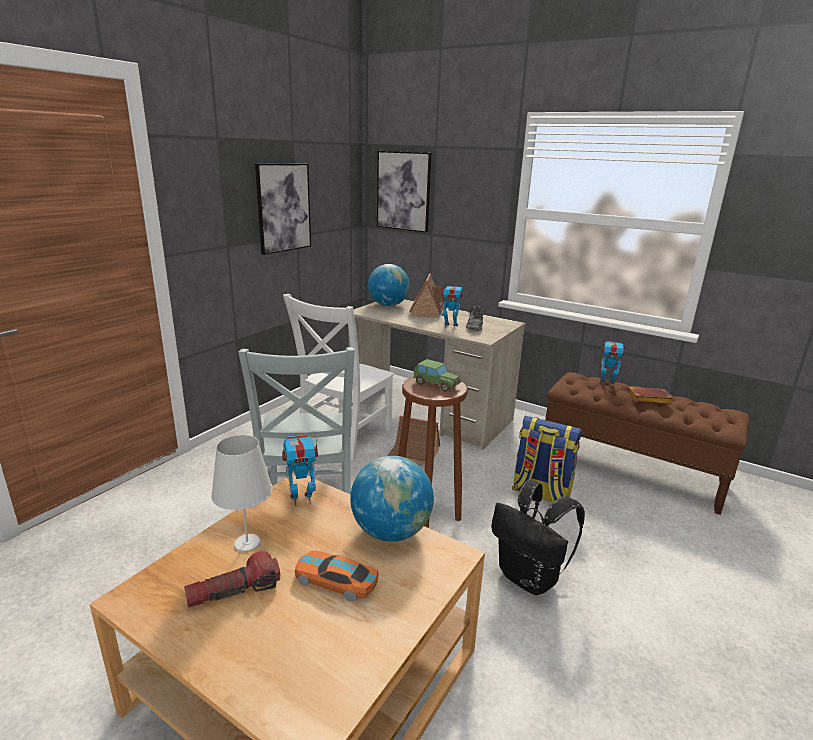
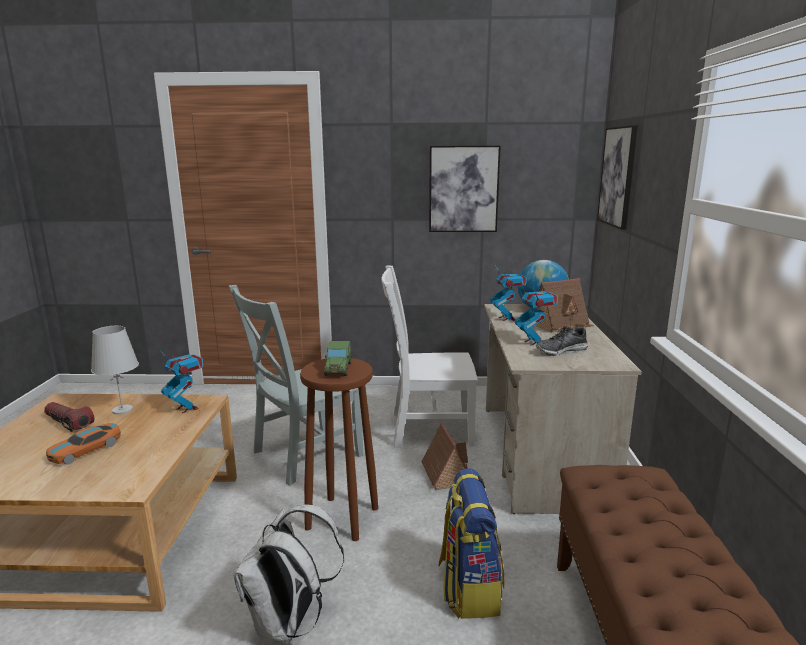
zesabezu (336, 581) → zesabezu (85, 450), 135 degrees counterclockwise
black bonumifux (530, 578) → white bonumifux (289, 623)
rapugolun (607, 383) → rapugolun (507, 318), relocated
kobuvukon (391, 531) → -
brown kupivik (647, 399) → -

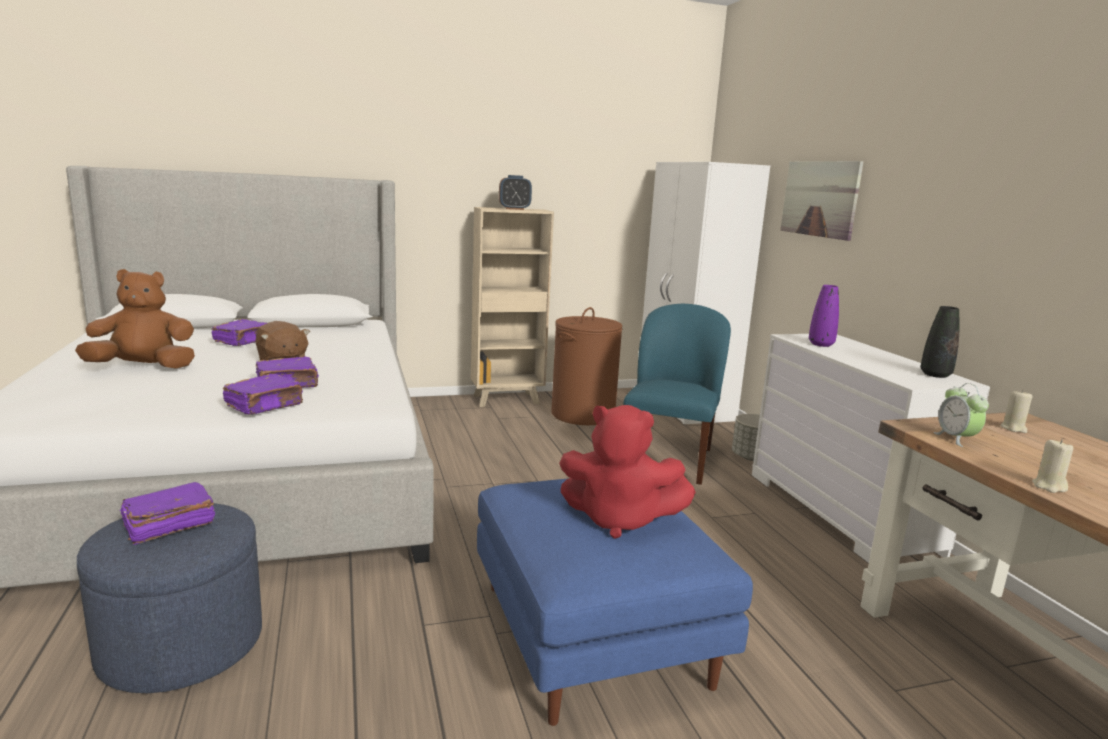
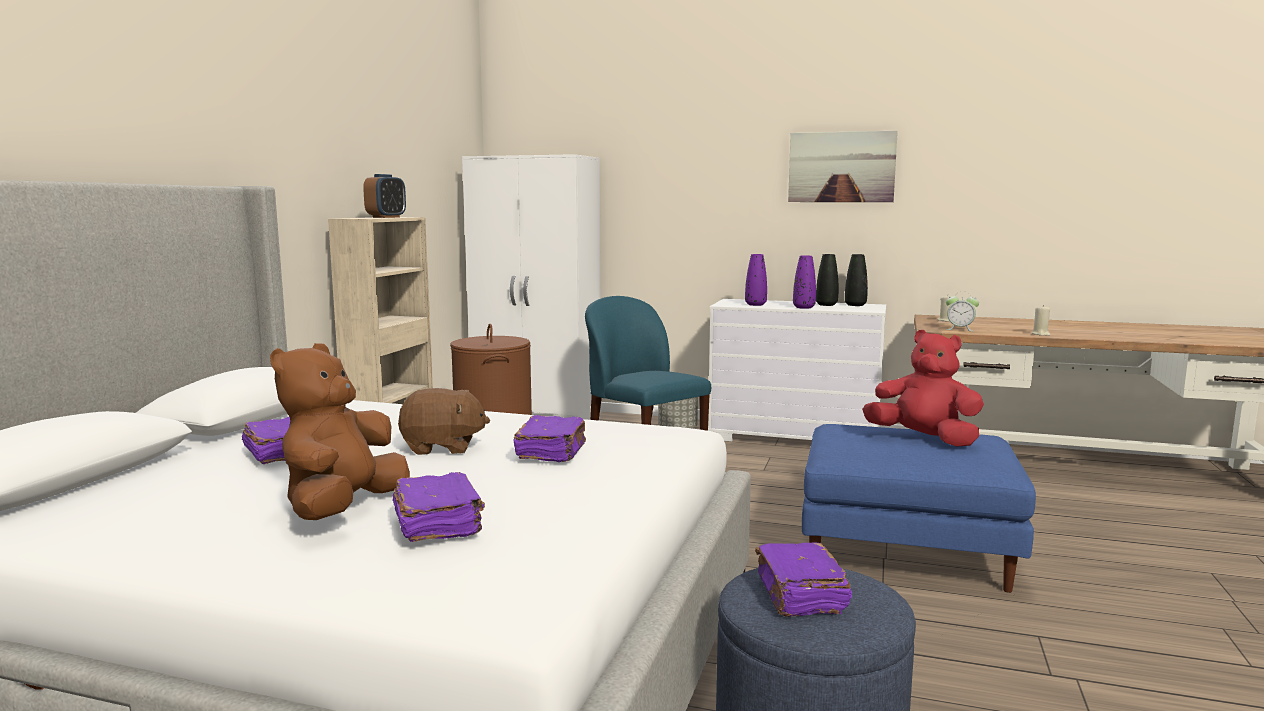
purple kupivik (265, 406) → purple kupivik (439, 525), relocated
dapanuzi (819, 199) → dapanuzi (841, 167), relocated
- → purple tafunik (804, 307)
- → black tafunik (826, 305)
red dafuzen (619, 520) → red dafuzen (923, 439), 105 degrees counterclockwise

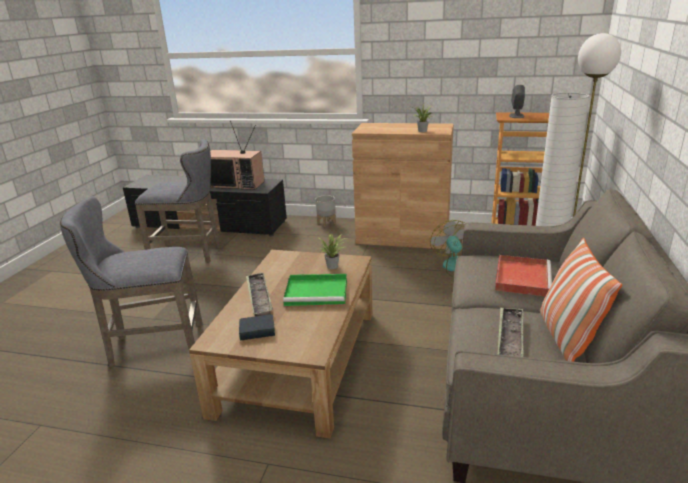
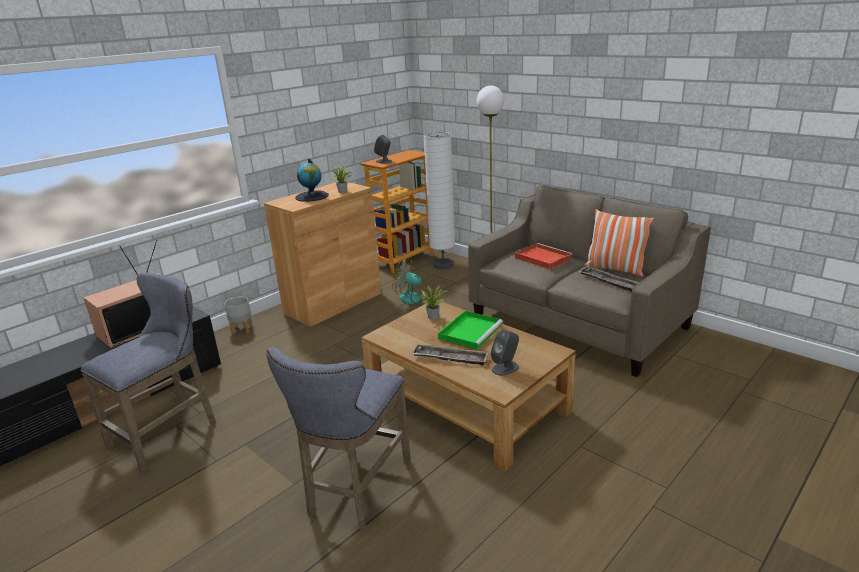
- → kobuvukon (312, 196)
kupivik (257, 331) → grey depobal (505, 368)

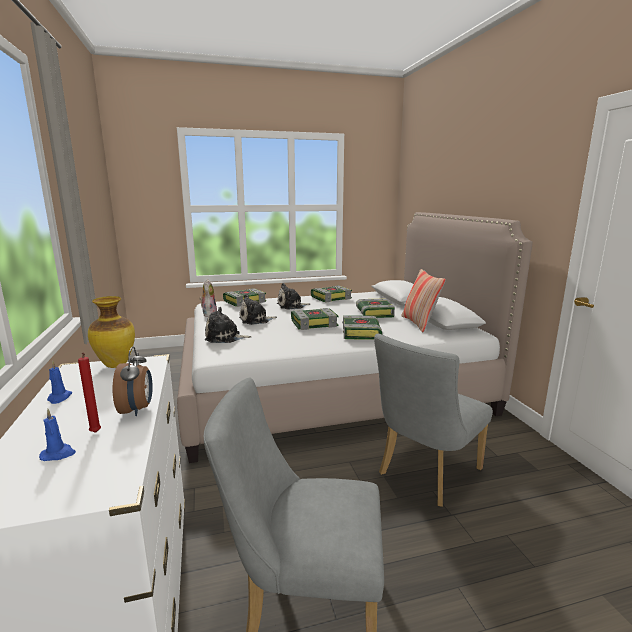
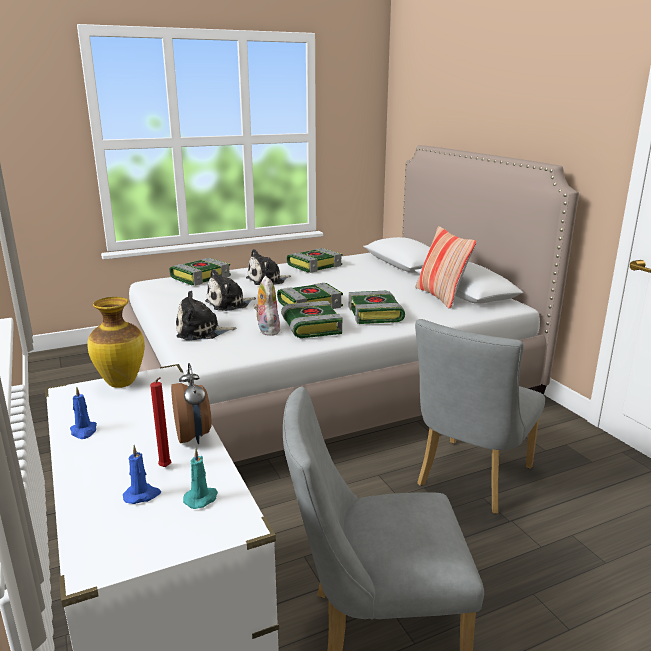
- → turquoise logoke (201, 498)
dafuzen (209, 314) → dafuzen (267, 330), relocated
kupivik (373, 313) → kupivik (310, 327), relocated

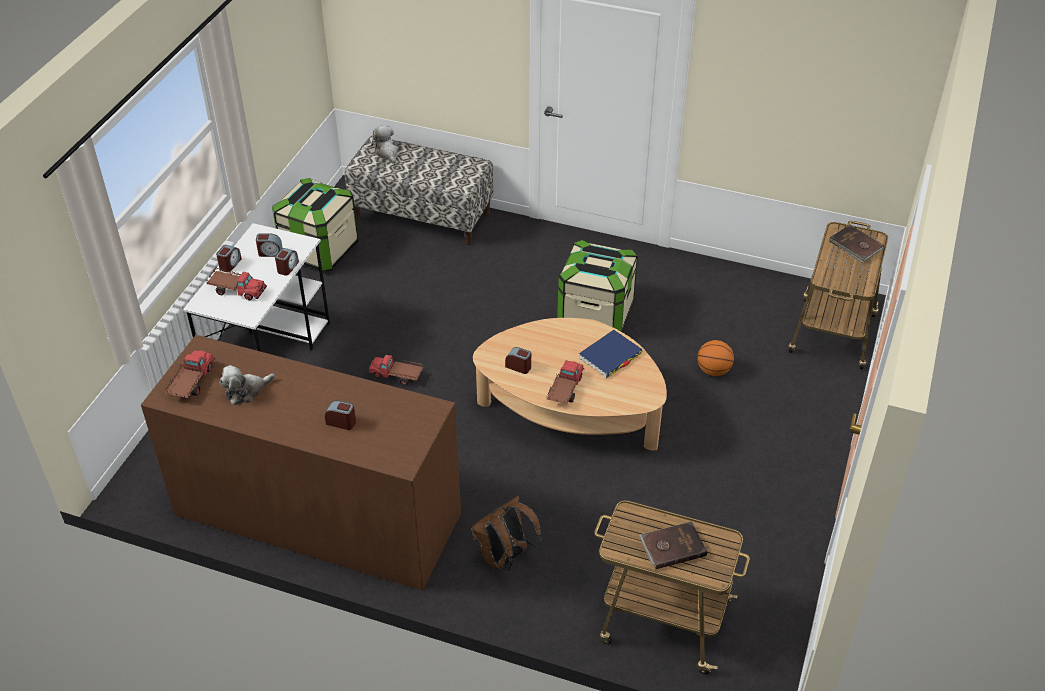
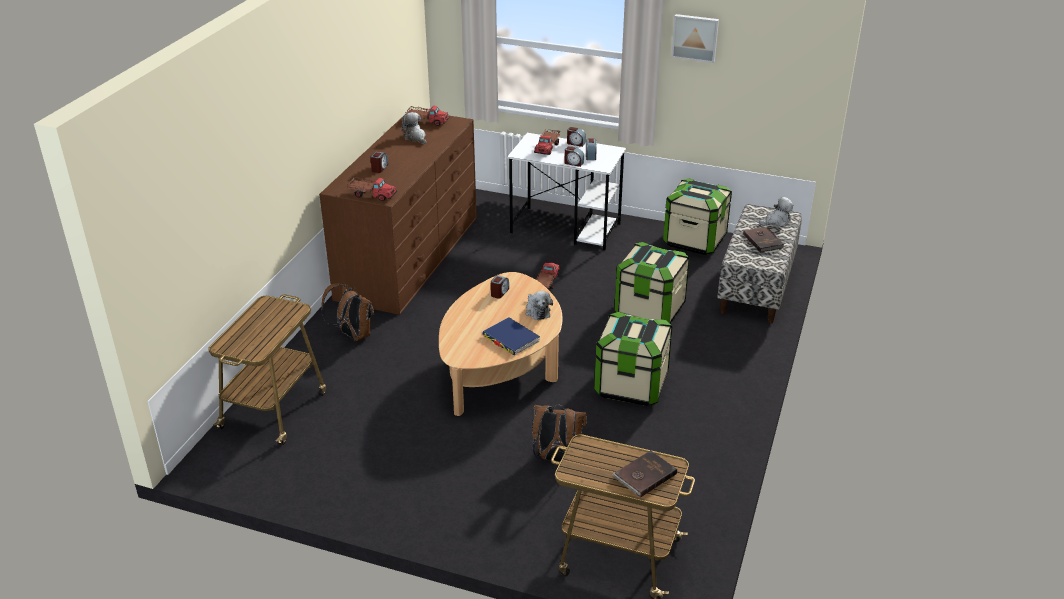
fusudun (564, 390) → fusudun (371, 194), relocated
- → dafuzen (537, 311)
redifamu (713, 370) → brown bonumifux (557, 458)
- → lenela (649, 310)
- → dapanuzi (695, 37)
brown kupivik (672, 546) → brown kupivik (763, 241), relocated

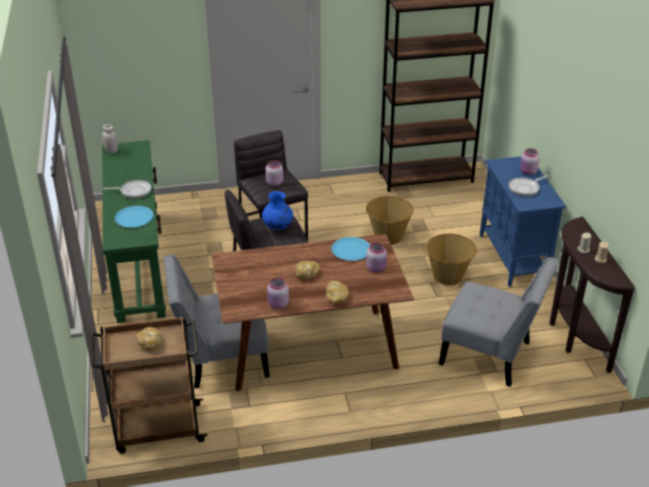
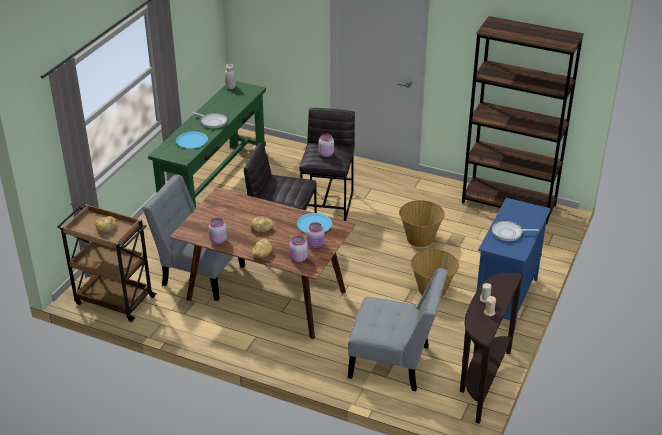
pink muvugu (528, 172) → pink muvugu (298, 259), relocated
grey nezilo (490, 355) → grey nezilo (394, 363), 45 degrees counterclockwise
blue tafunik (278, 227) → -

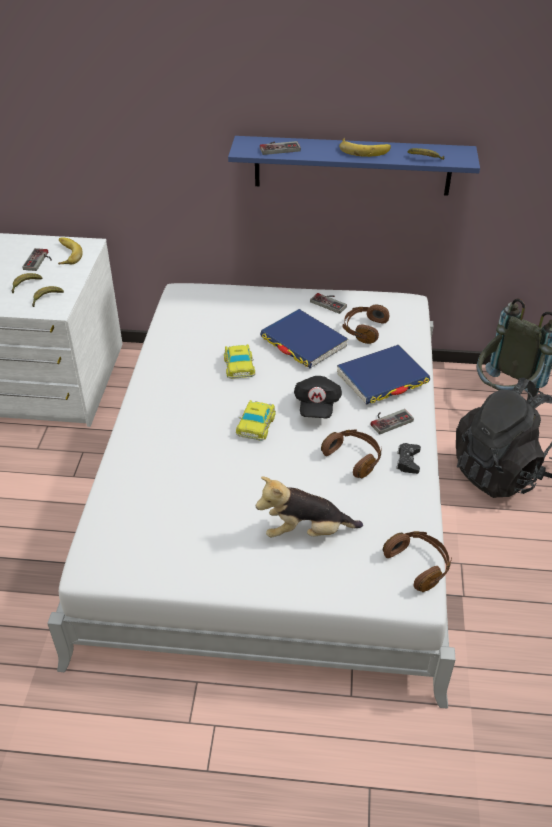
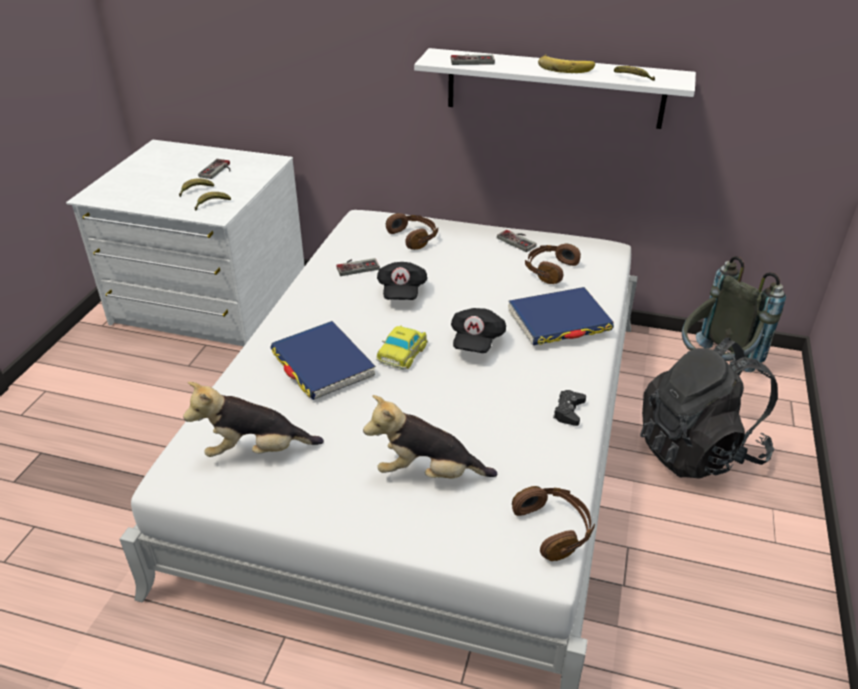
- → dafuzen (256, 451)
blue kupivik (303, 342) → blue kupivik (322, 364), relocated
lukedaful (389, 420) → lukedaful (356, 266), relocated
zesabezu (239, 365) → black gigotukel (401, 292)
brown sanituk (353, 458) → brown sanituk (414, 237), relocated
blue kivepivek (352, 165) → white kivepivek (554, 88)
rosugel (65, 254) → -

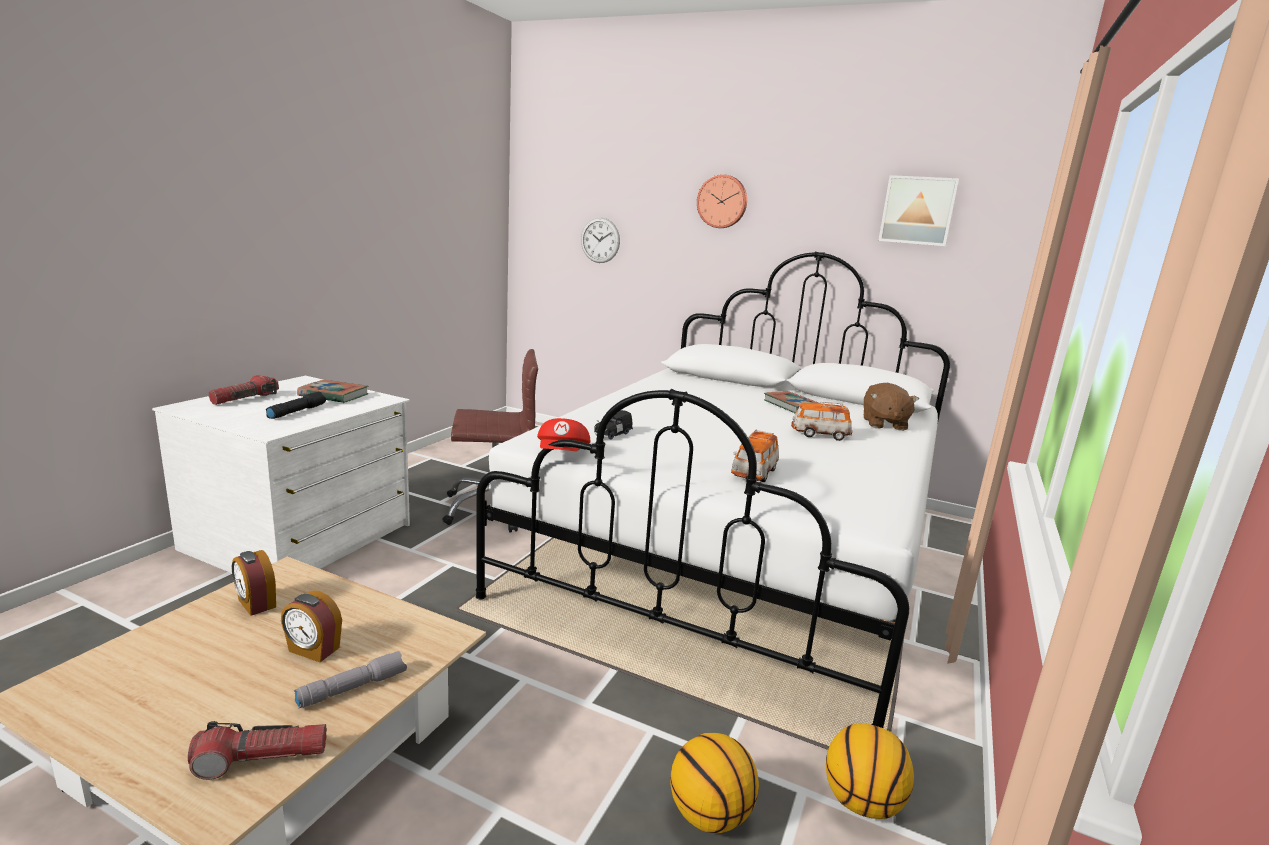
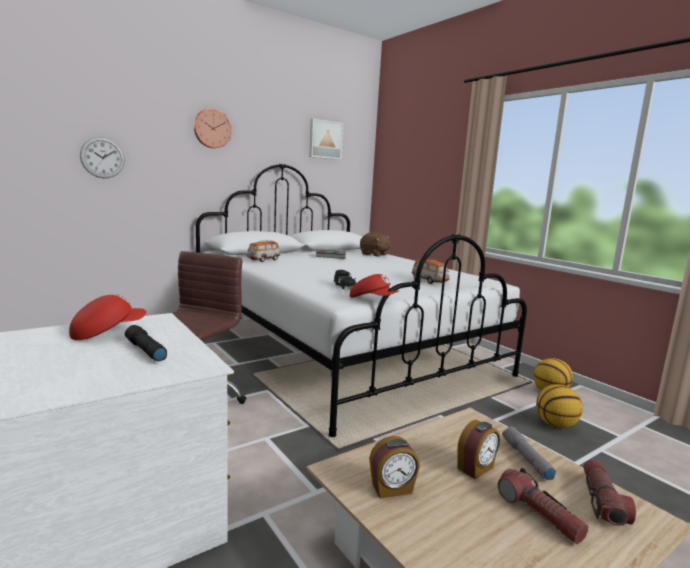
kupivik (333, 395) → red gigotukel (107, 332)
zesabezu (820, 435) → zesabezu (263, 260), relocated
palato (245, 399) → palato (538, 514), relocated

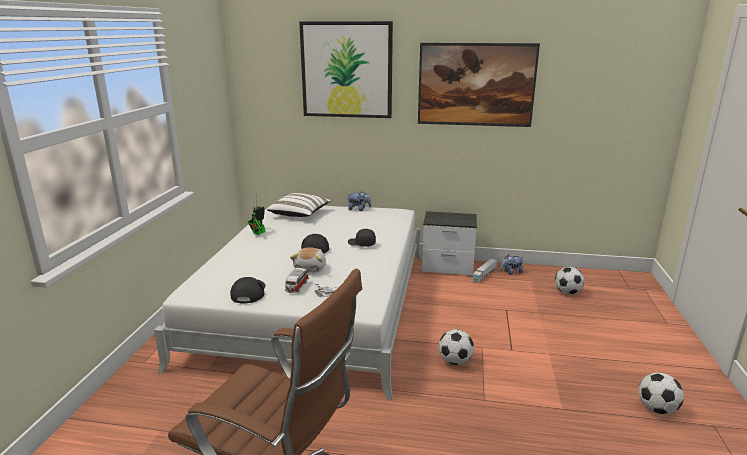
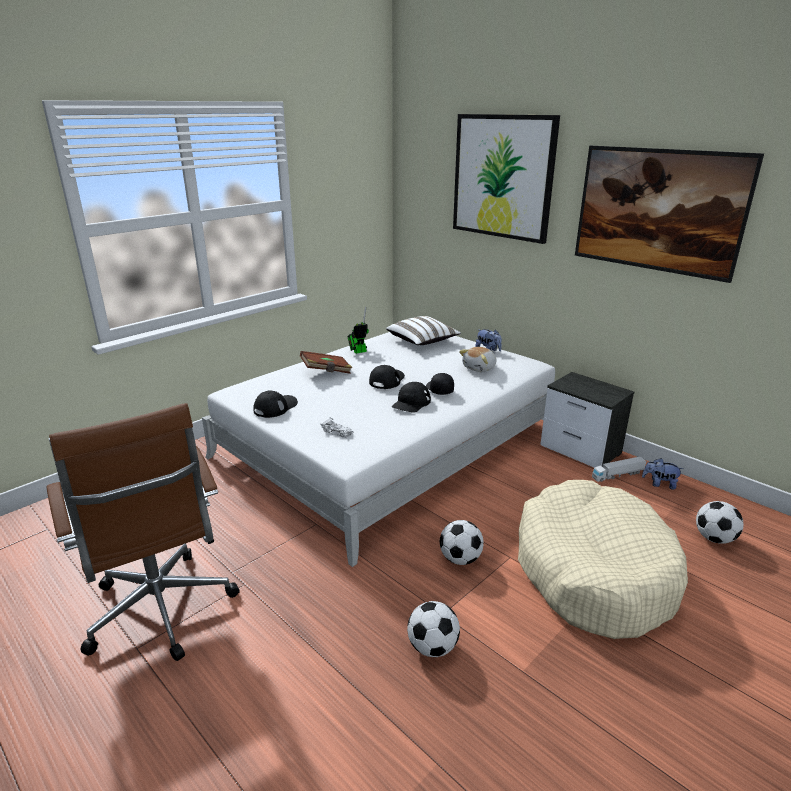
- → brown kupivik (326, 371)
- → black gigotukel (411, 403)
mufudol (656, 409) → mufudol (432, 647), relocated
dafuzen (311, 268) → dafuzen (480, 368), relocated
- → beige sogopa (593, 571)
zesabezu (296, 287) → -

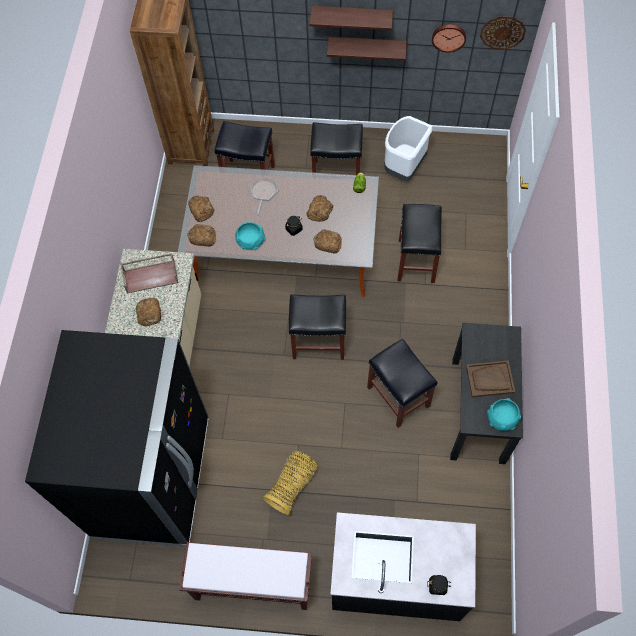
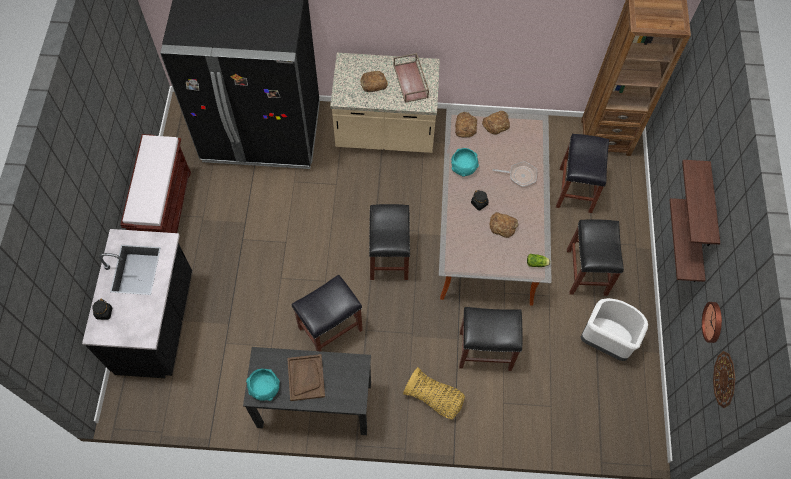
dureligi (292, 485) → dureligi (434, 398), relocated
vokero (327, 243) → -

